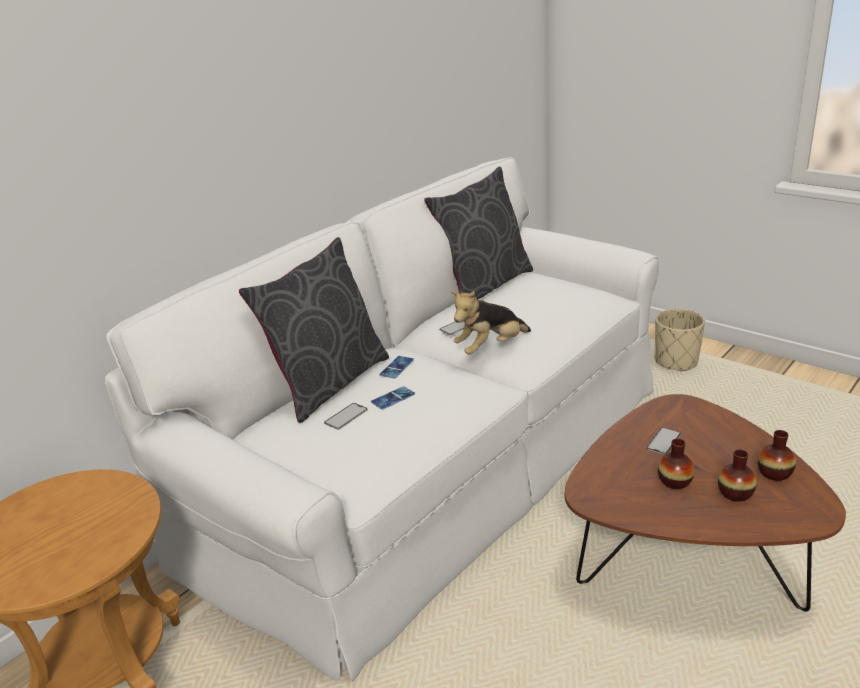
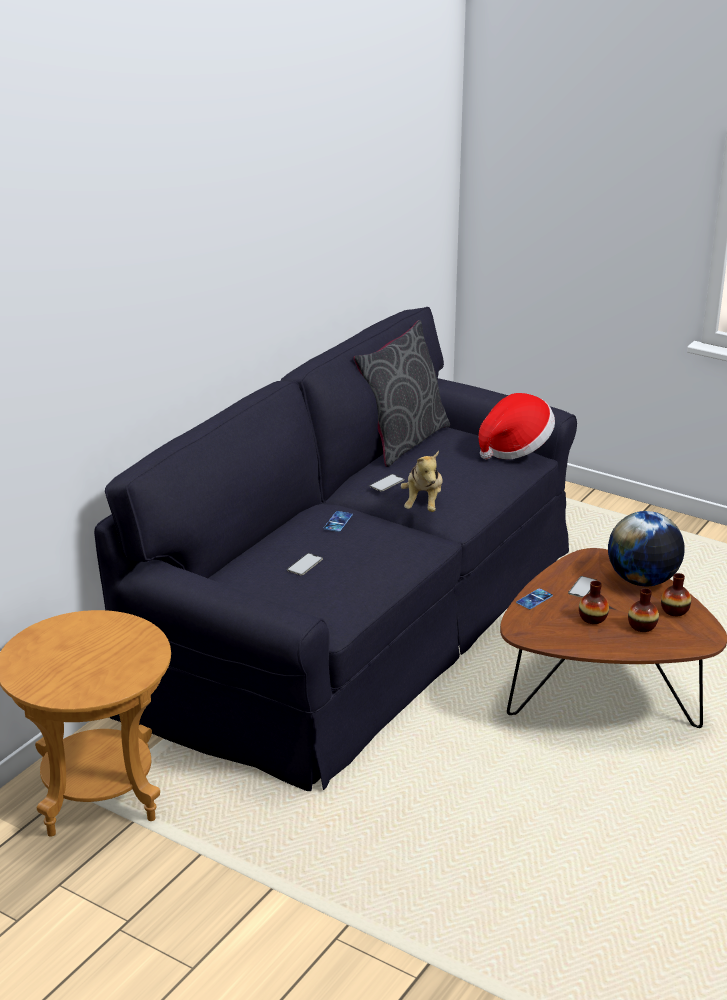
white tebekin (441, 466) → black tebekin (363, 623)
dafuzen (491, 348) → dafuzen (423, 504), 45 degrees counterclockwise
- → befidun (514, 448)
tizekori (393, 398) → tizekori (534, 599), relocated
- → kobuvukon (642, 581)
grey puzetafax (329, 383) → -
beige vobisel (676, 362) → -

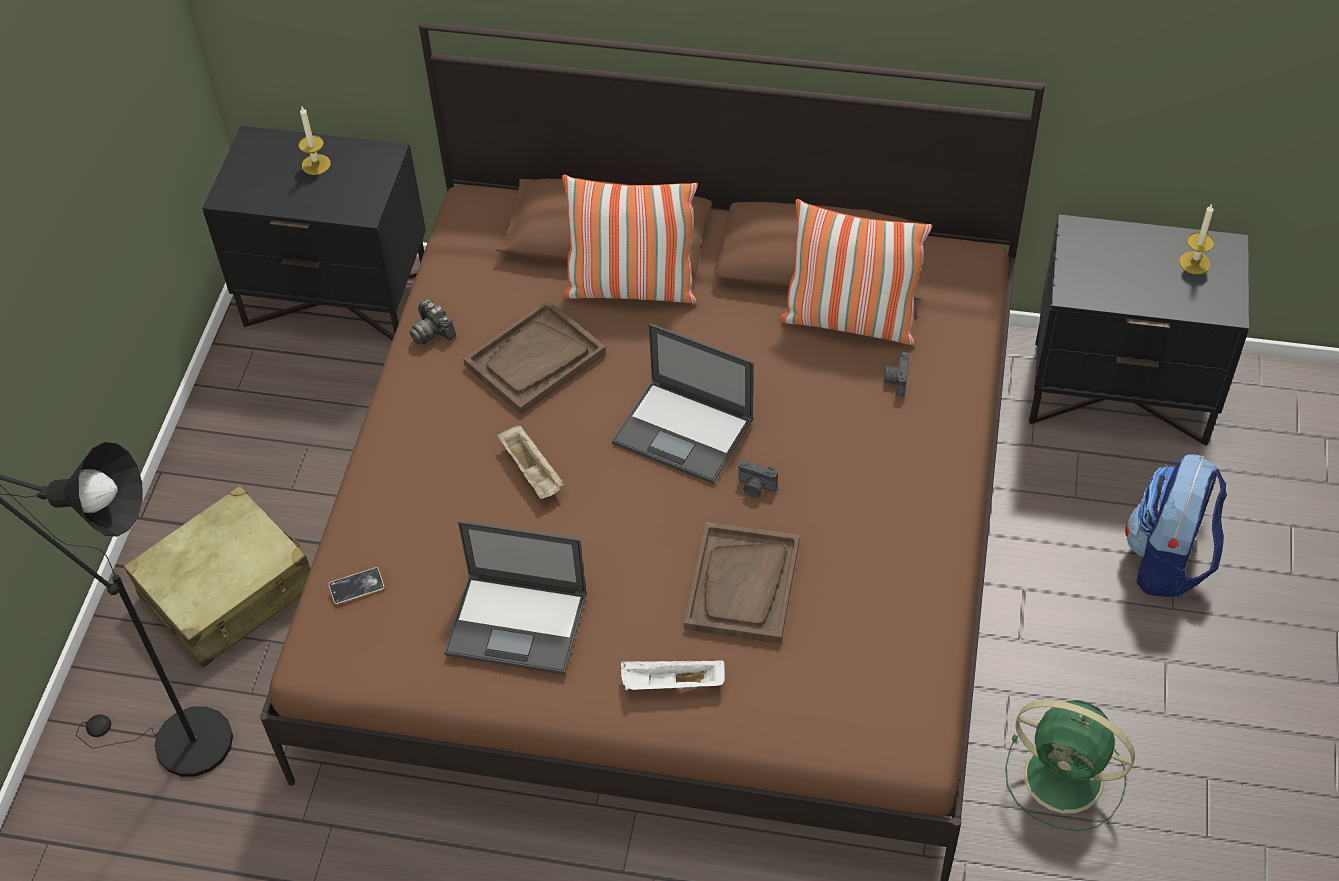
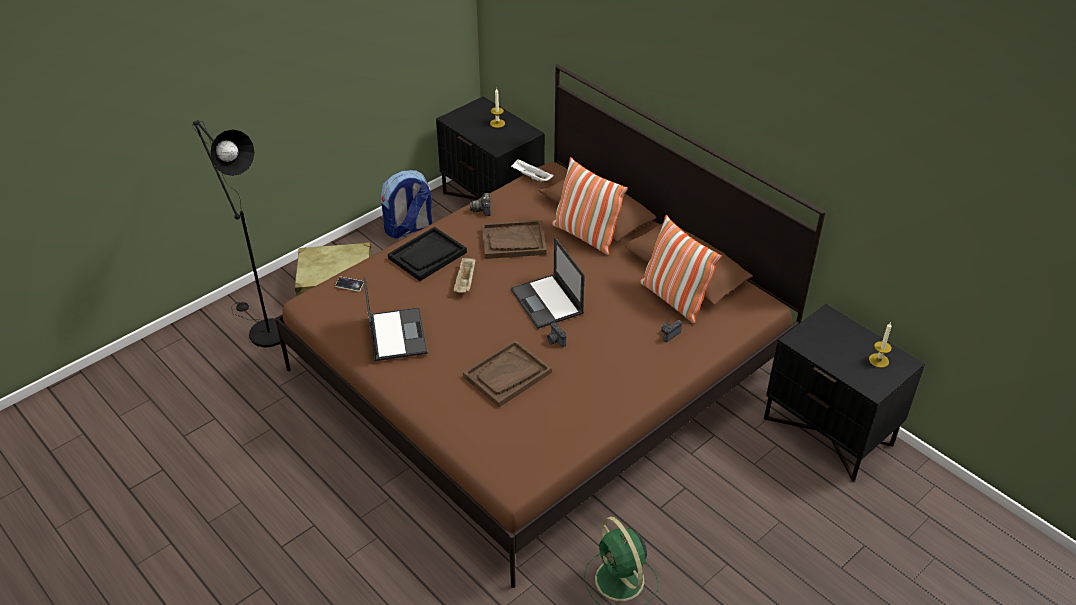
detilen (519, 623) → detilen (397, 334), 150 degrees counterclockwise
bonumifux (1167, 561) → bonumifux (408, 229), relocated
- → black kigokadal (427, 255)
white kigokadal (671, 684) → white kigokadal (531, 177), relocated

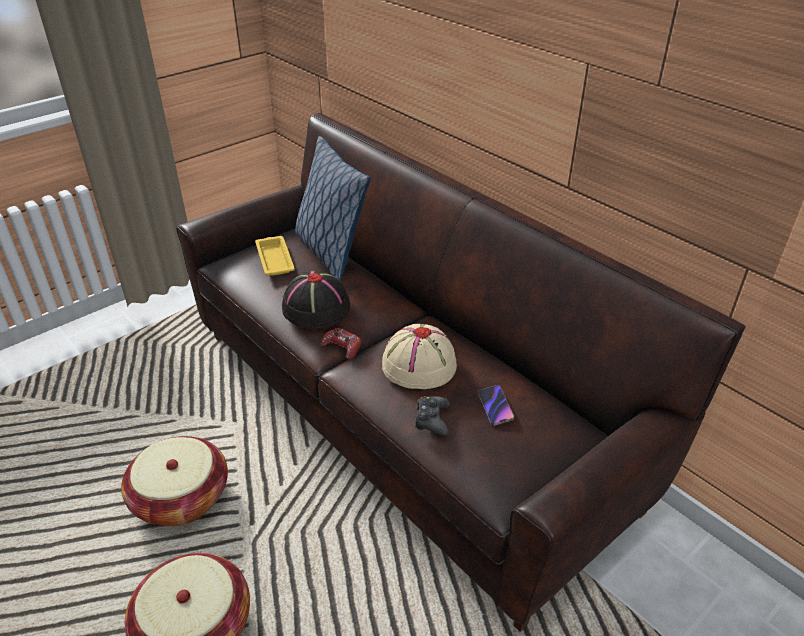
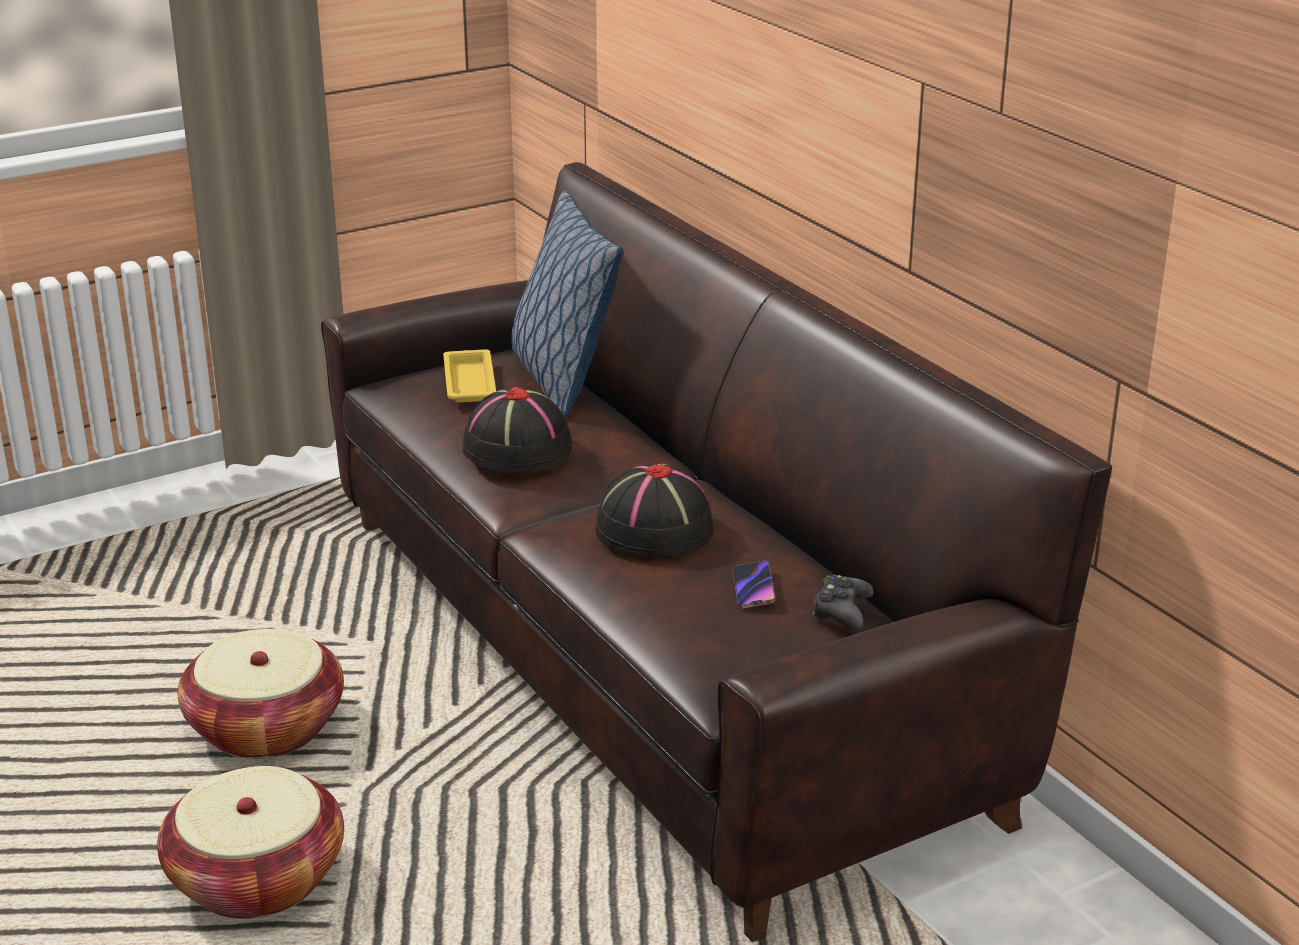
beige befidun (418, 365) → black befidun (653, 530)
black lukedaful (431, 419) → black lukedaful (841, 610), relocated
red lukedaful (342, 347) → -

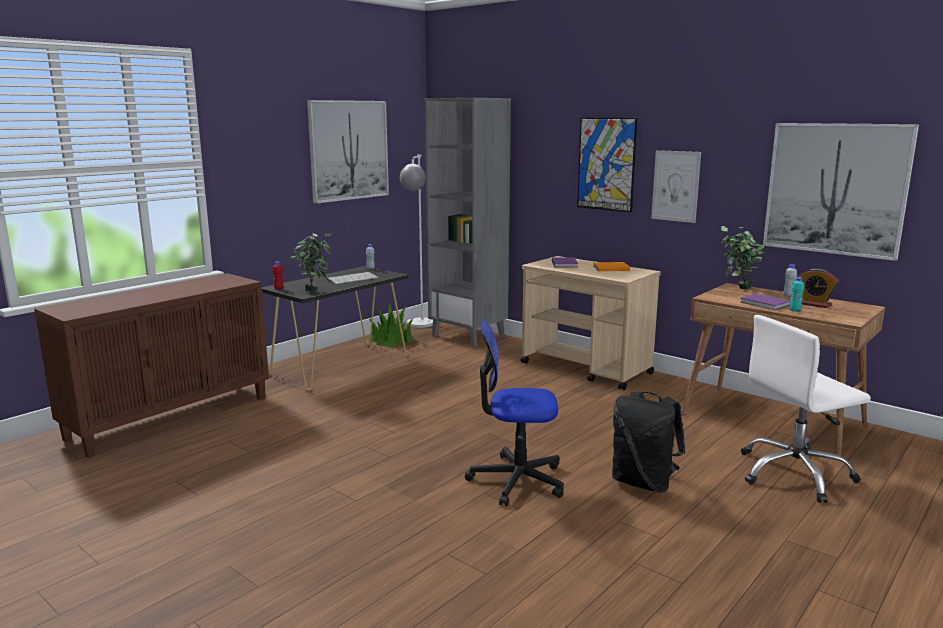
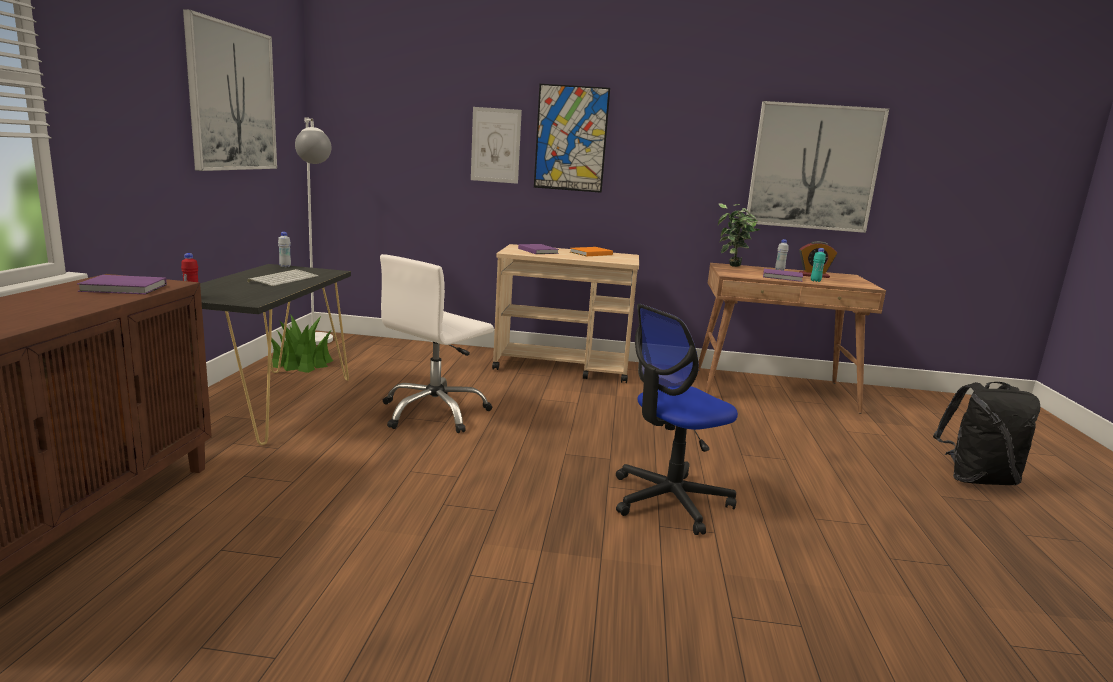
- → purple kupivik (125, 288)
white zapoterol (794, 474) → white zapoterol (435, 413), relocated
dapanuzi (675, 186) → dapanuzi (495, 145), relocated
black bonumifux (643, 483) → black bonumifux (977, 479), relocated
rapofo (314, 290) → -
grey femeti (469, 336) → -

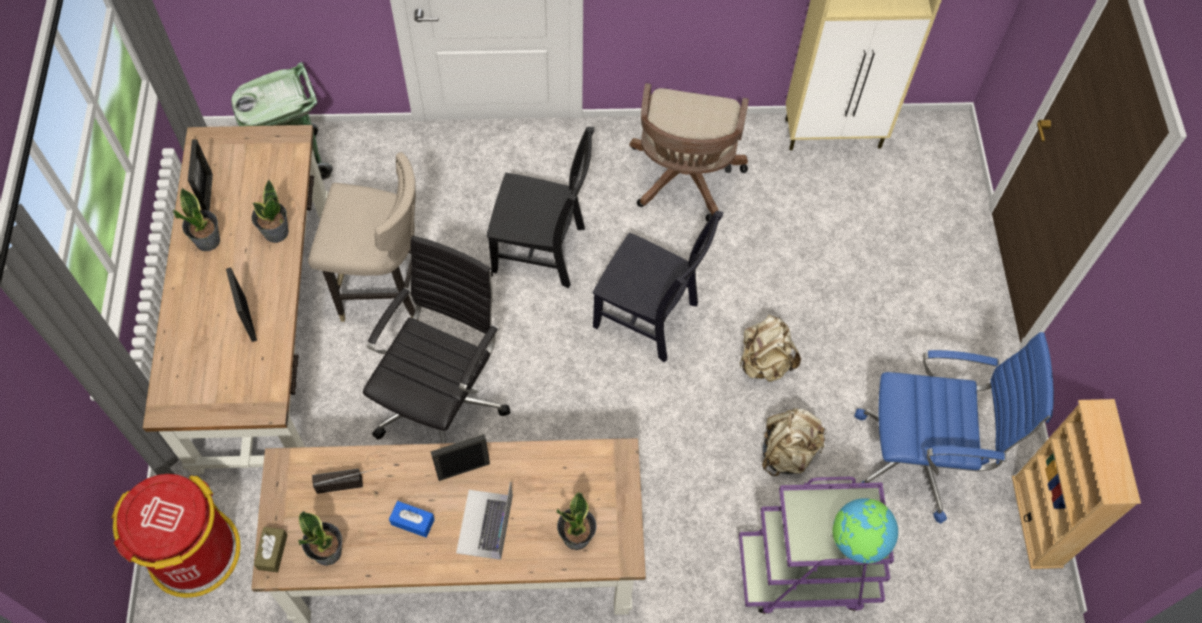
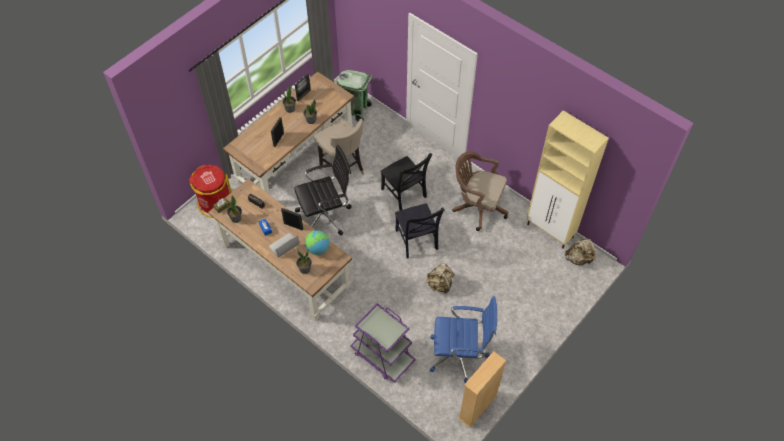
kobuvukon (858, 541) → kobuvukon (317, 249), relocated
blue zapoterol (920, 457) → blue zapoterol (459, 355), 45 degrees counterclockwise
brown zapoterol (684, 179) → brown zapoterol (477, 207), 60 degrees clockwise
beige bonumifux (788, 452) → beige bonumifux (579, 258), relocated

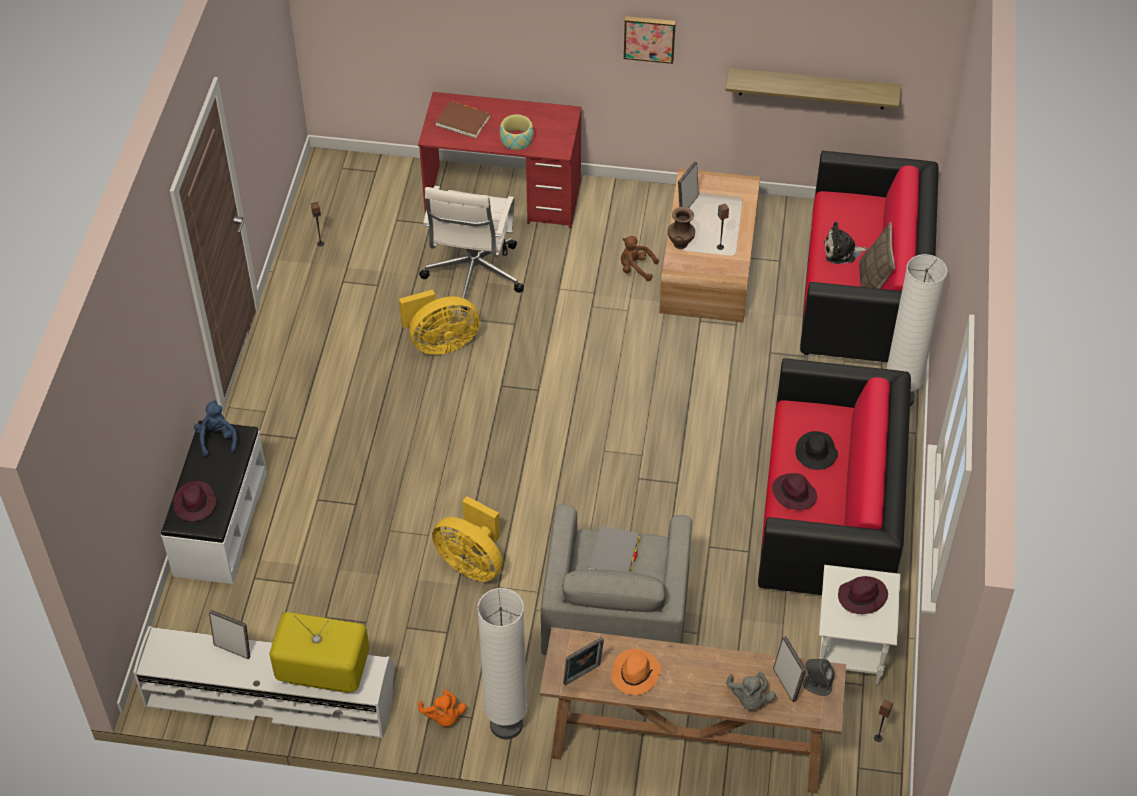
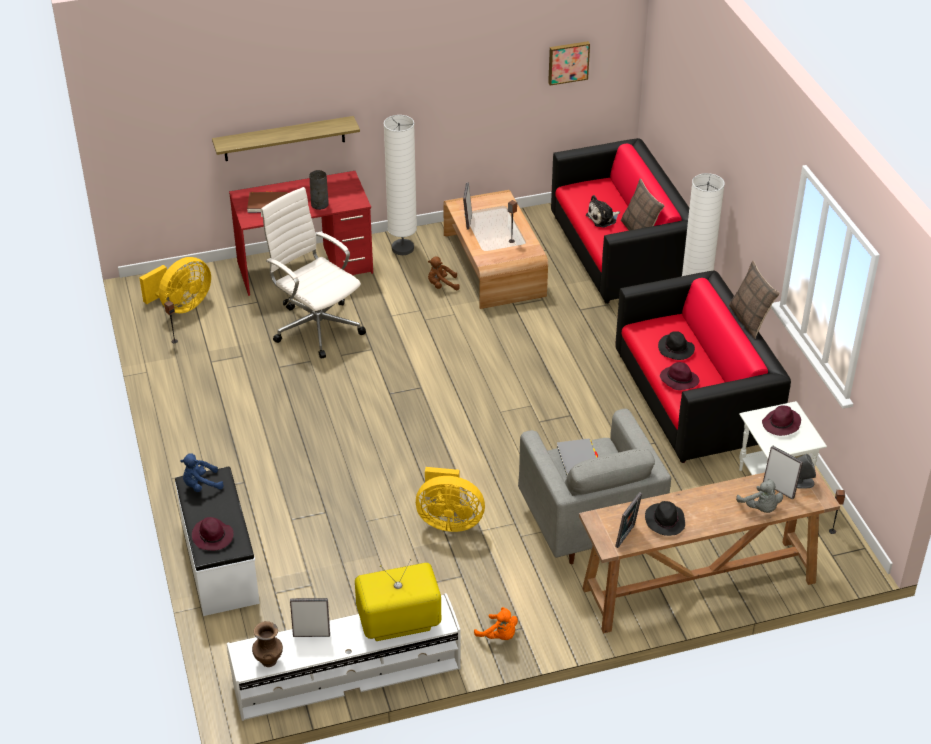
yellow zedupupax (440, 343) → yellow zedupupax (181, 306), relocated
blue dafuzen (217, 439) → blue dafuzen (201, 485), 75 degrees counterclockwise
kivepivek (812, 88) → kivepivek (284, 138), relocated
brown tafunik (680, 243) → brown tafunik (268, 660), relocated
white zapoterol (473, 275) → white zapoterol (316, 326), 150 degrees clockwise
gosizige (516, 140) → grey tafunik (319, 205)
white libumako (506, 725) → white libumako (403, 248), relocated
dapanuzi (649, 38) → dapanuzi (568, 62), relocated
orange befidun (635, 673) → black befidun (664, 521)
- → puzetafax (750, 320)

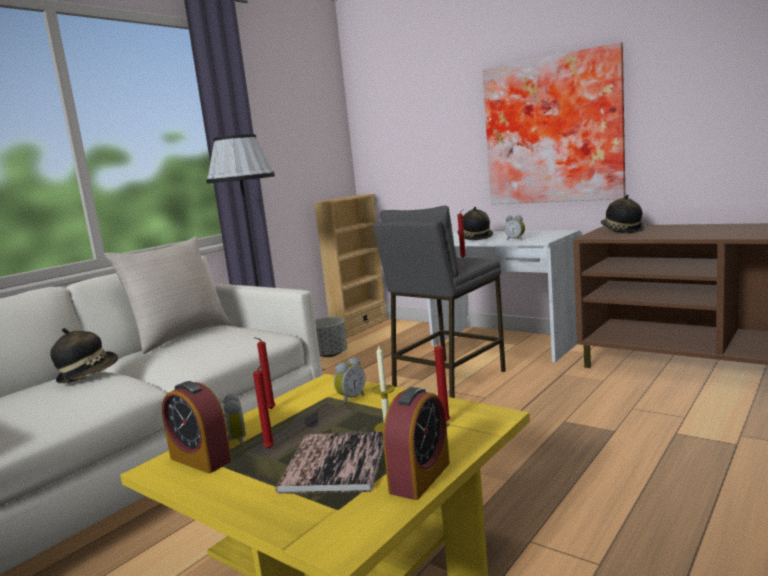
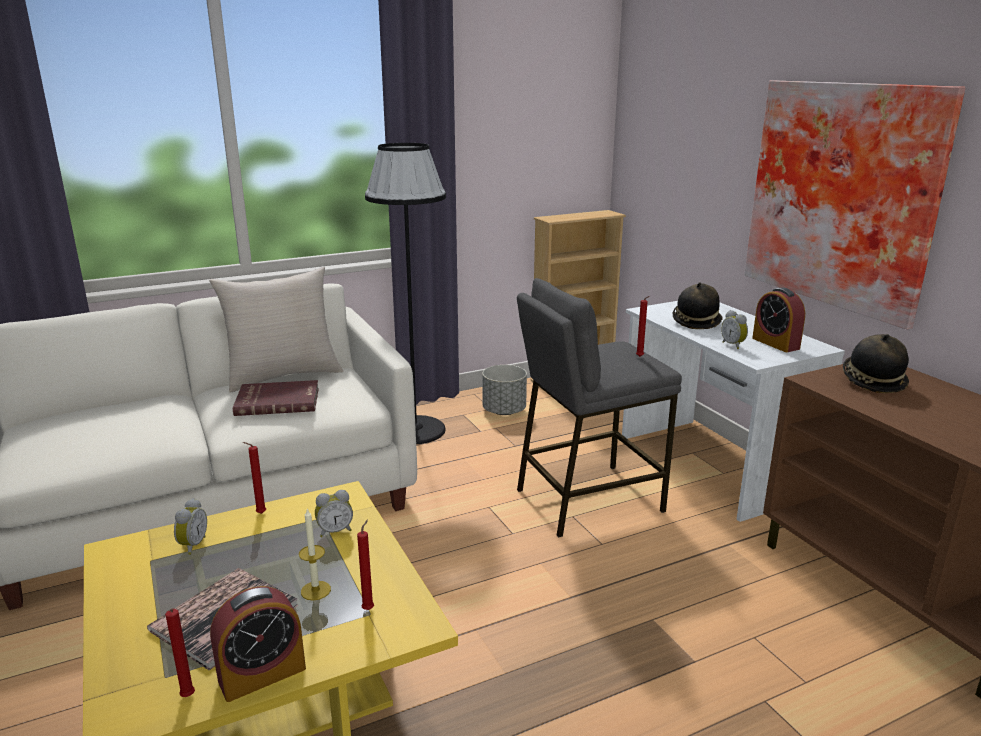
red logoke (270, 449) → red logoke (187, 698), relocated
- → red kupivik (278, 401)
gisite (200, 459) → gisite (775, 343), relocated
befidun (88, 375) → -

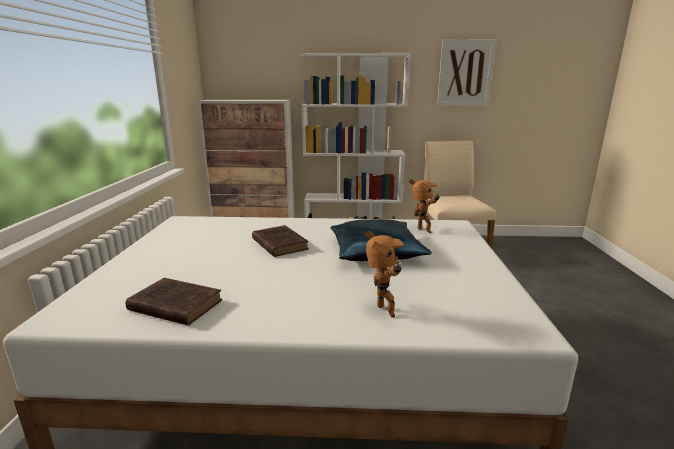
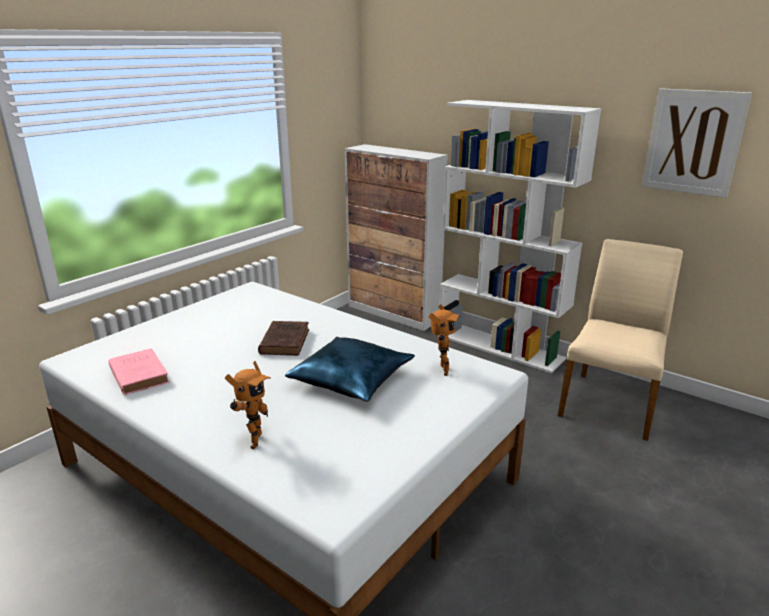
brown kupivik (174, 305) → pink kupivik (138, 374)

